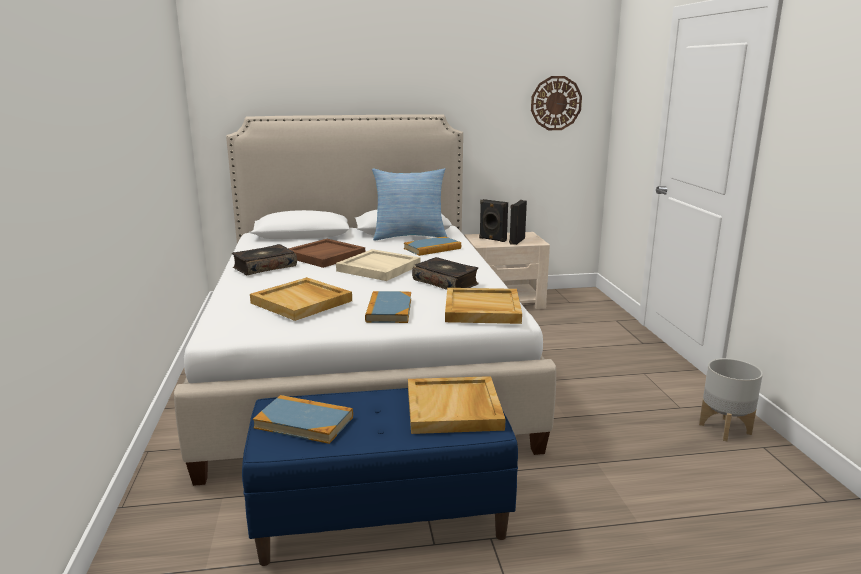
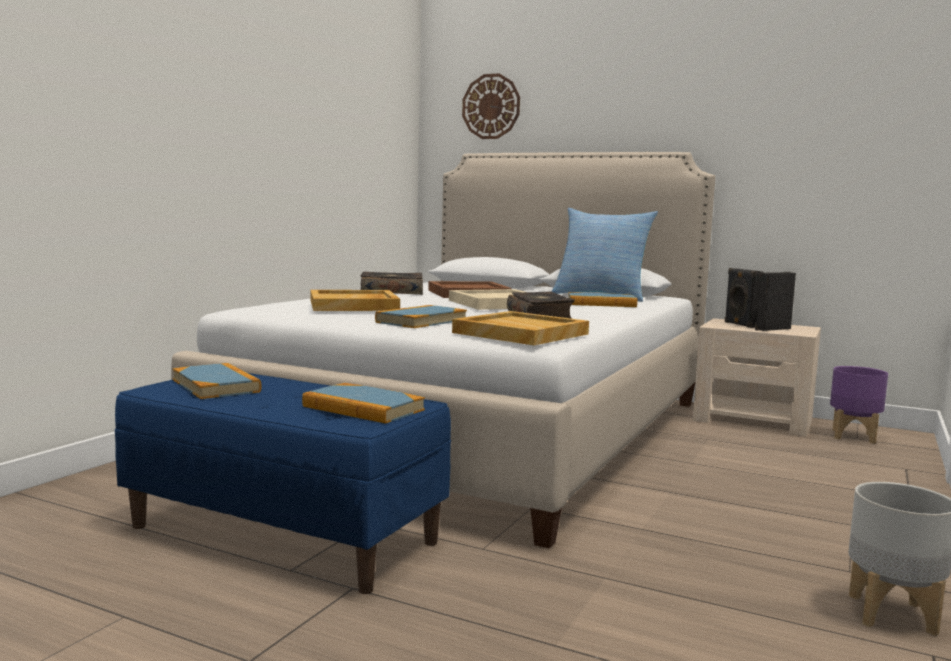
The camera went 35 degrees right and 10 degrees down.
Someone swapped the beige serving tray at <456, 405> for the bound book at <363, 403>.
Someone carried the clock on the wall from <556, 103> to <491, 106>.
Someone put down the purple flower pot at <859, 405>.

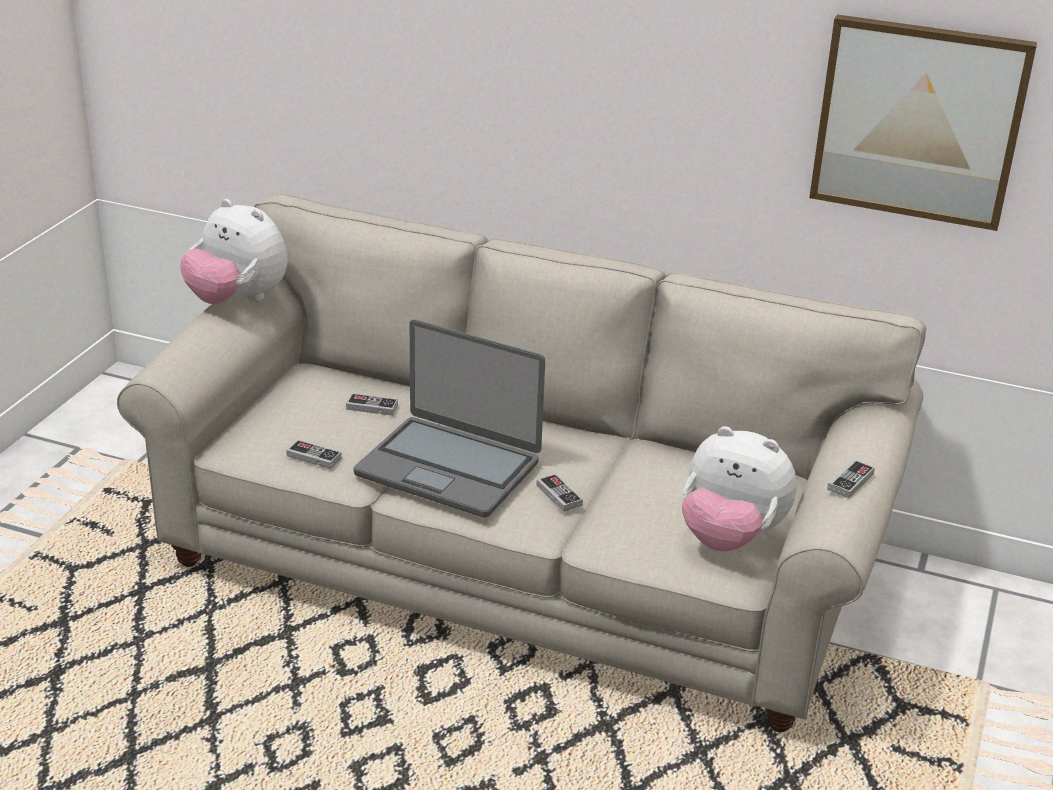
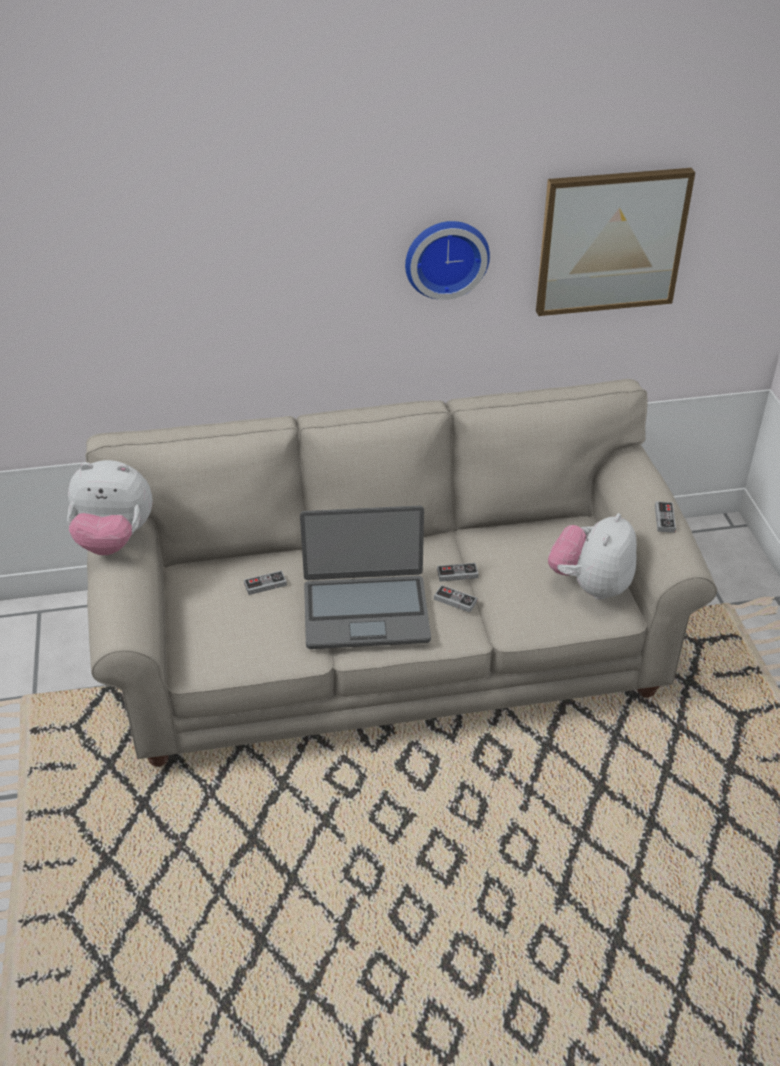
The camera went 30 degrees left and 10 degrees up.
Someone carried the joypad from <314, 454> to <458, 572>.
Someone rotated the plush toy at <739, 489> by 120 degrees clockwise.
Someone put up the clock on the wall at <447, 260>.

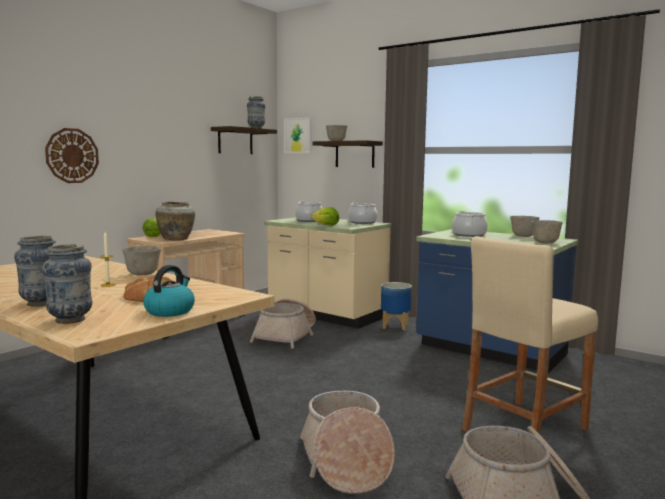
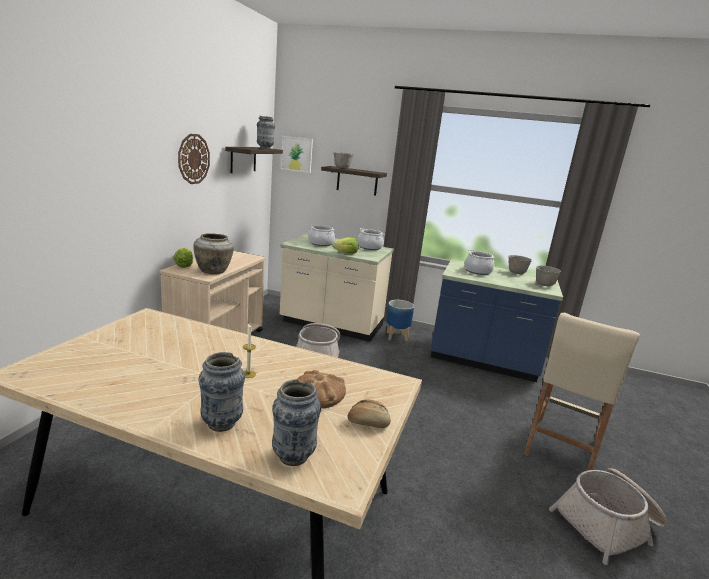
The camera went 20 degrees left and 10 degrees up.
Someone carried the clock on the wall from <72, 155> to <194, 159>.
Someone took away the greyish deep dish at <142, 260>.
Someone swapped the tea kettle at <169, 291> for the bakery bread at <369, 414>.
Someone took away the household basket at <347, 442>.

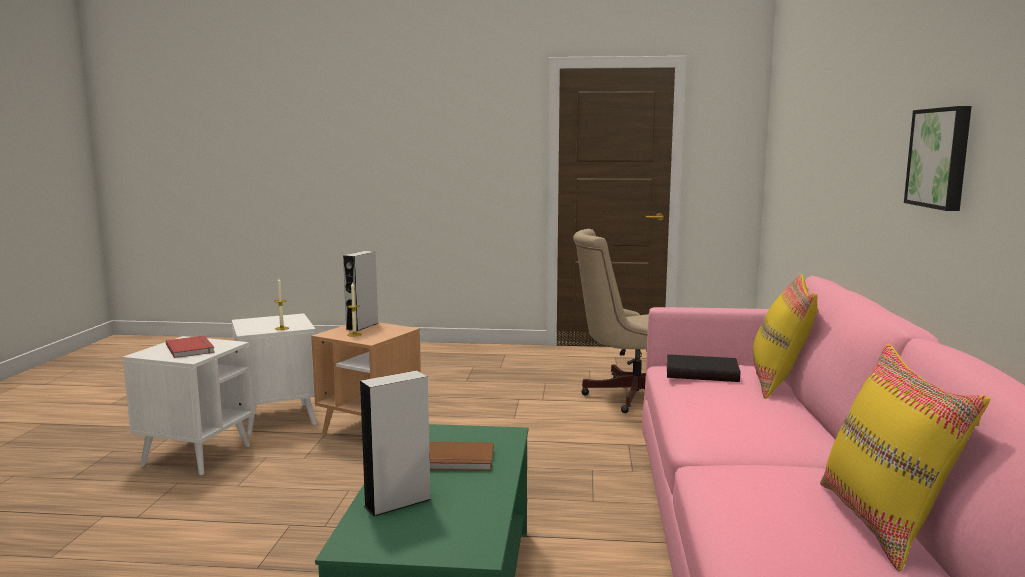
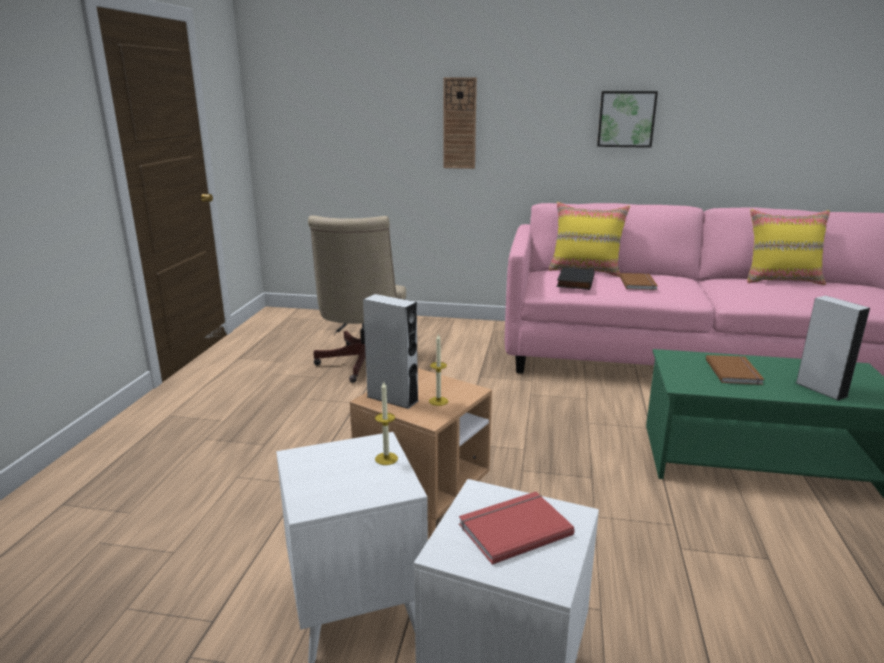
The camera went 85 degrees left and 10 degrees up.
Someone put up the clock on the wall at <460, 123>.
Someone put down the brownish bound book at <639, 281>.

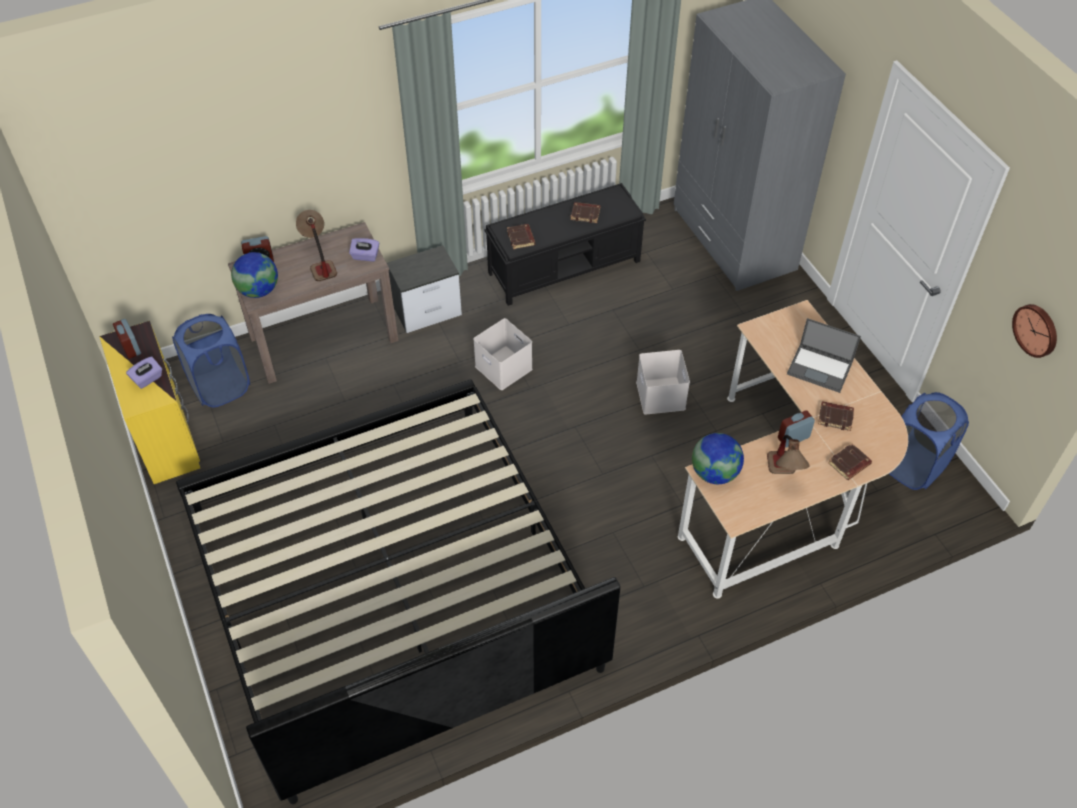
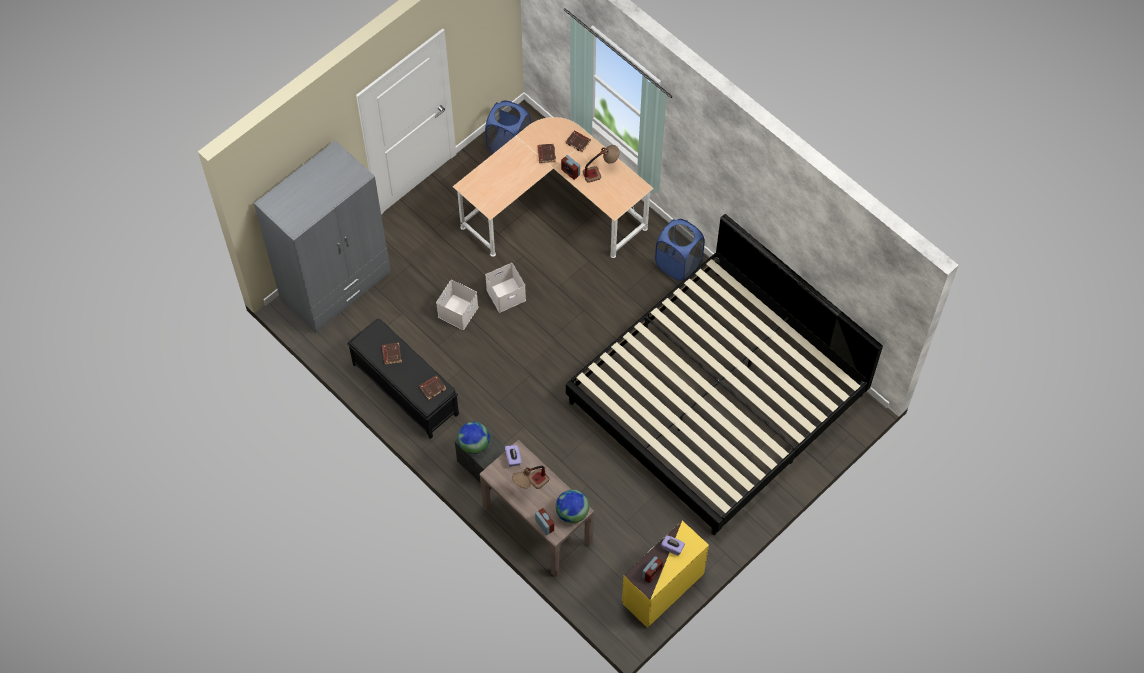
The camera went 110 degrees left and 10 degrees up.
Someone carried the blue washing basket from <211, 361> to <680, 250>.
Someone carried the whitish storage bin from <503, 354> to <457, 305>.
Someone carried the globe from <718, 458> to <473, 438>.
Someone took away the laptop at <824, 355>.
Someone took away the clock on the wall at <1034, 331>.

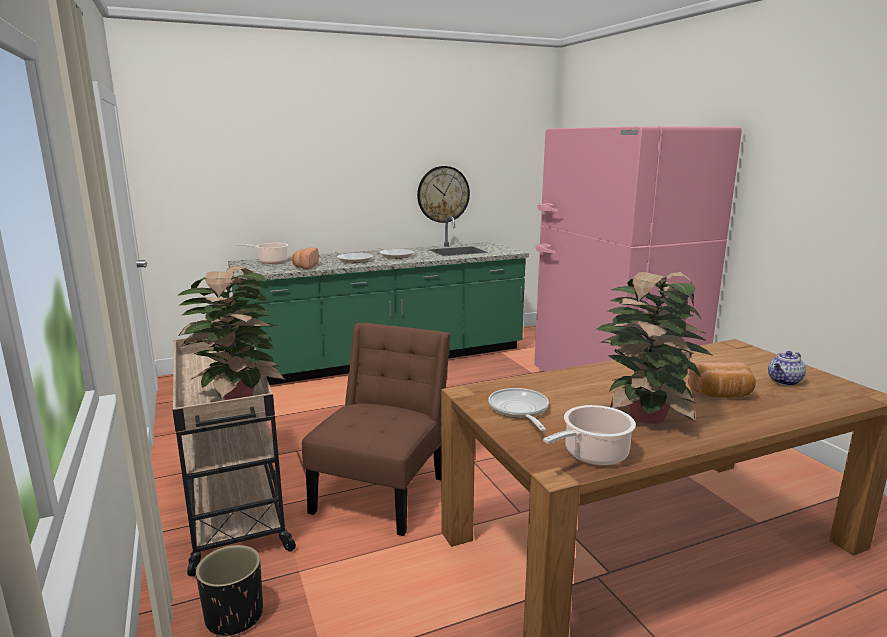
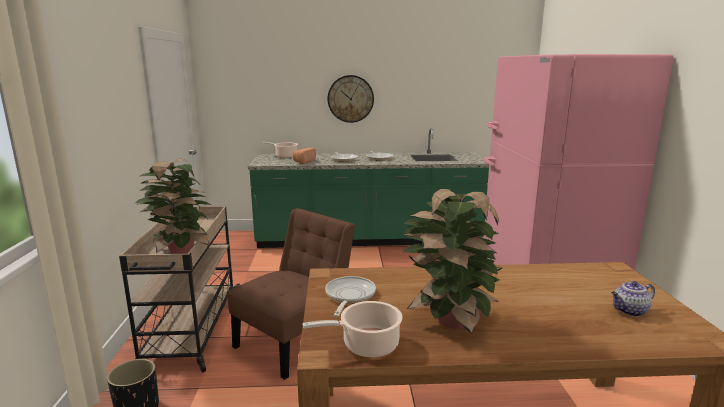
The camera went 20 degrees right and 0 degrees up.
Someone carried the clock on the wall from <443, 194> to <351, 99>.
Someone took away the bakery bread at <722, 380>.

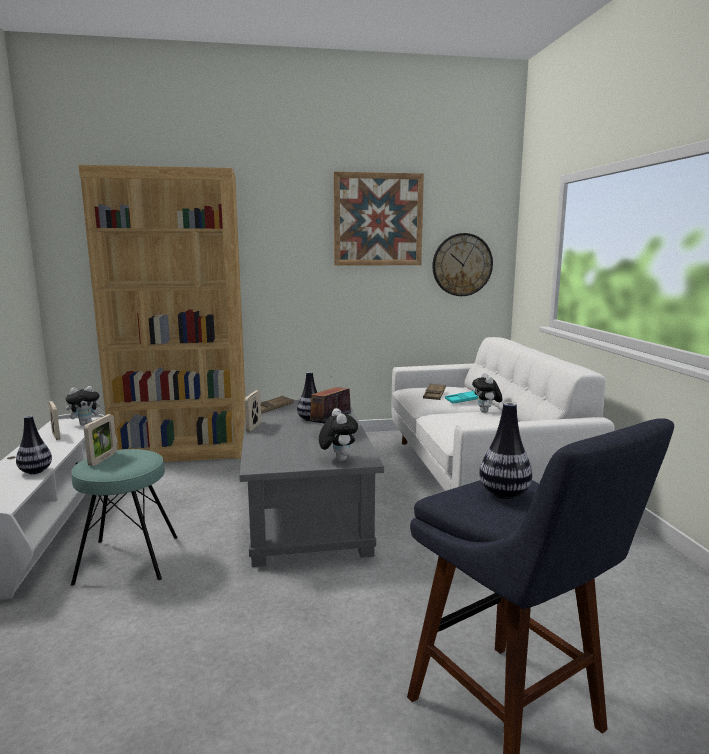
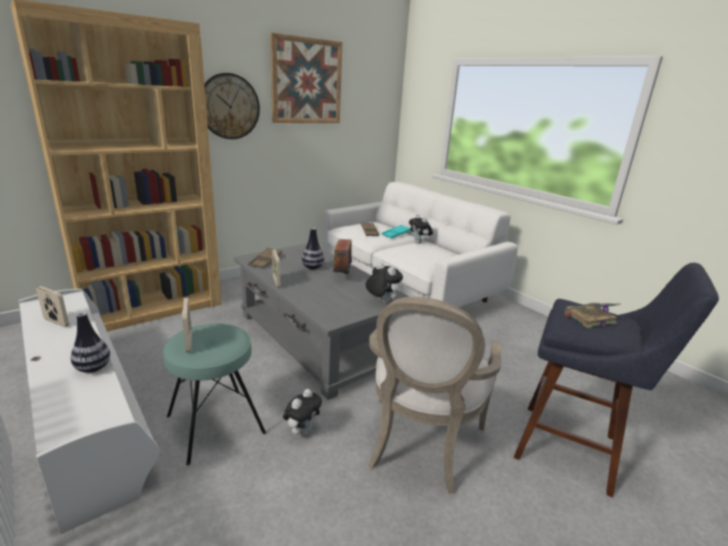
The camera went 30 degrees left and 10 degrees up.
Someone carried the plush toy from <85, 405> to <302, 412>.
Someone carried the clock on the wall from <462, 264> to <232, 106>.
Someone swapped the decorative vase at <505, 450> for the bound book at <591, 315>.
Someone put down the easy chair at <435, 395>.

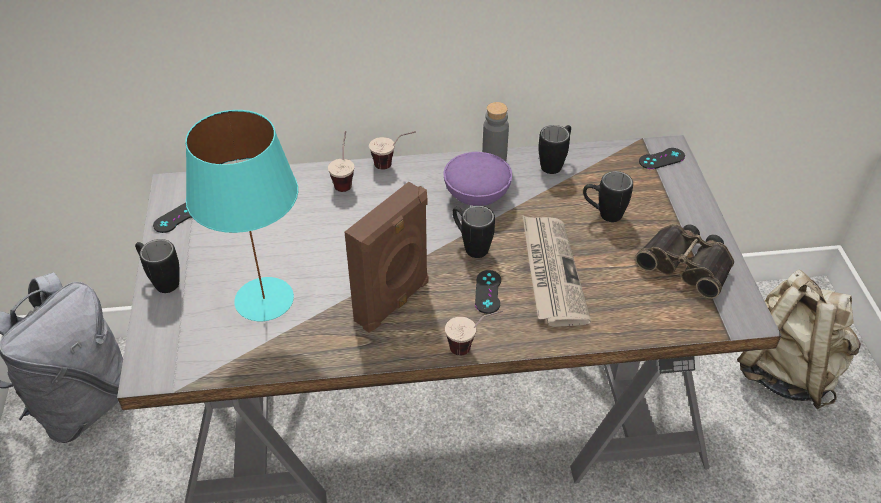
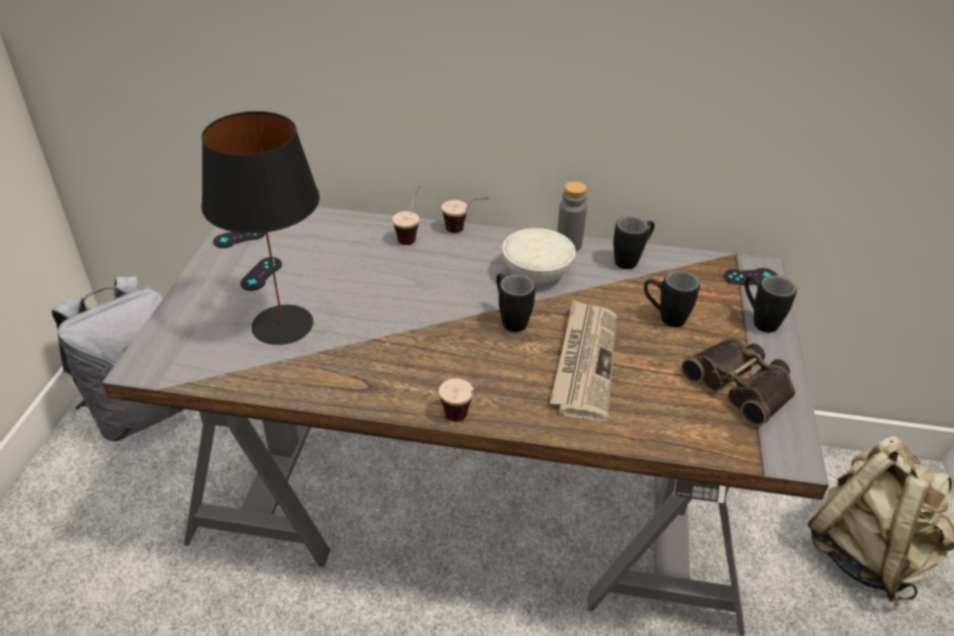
The camera went 15 degrees right and 5 degrees down.
Someone carried the black-coloured tea mug from <157, 266> to <771, 303>.
Someone repainted the blue-green table lamp at <241, 215>, which became the black-coloured table lamp at <260, 228>.
Someone took away the brownish audio speaker at <387, 257>.
Someone repainted the purple deep dish at <478, 179>, which became the whitish deep dish at <539, 256>.
Someone carried the black-coloured joypad from <488, 292> to <261, 274>.

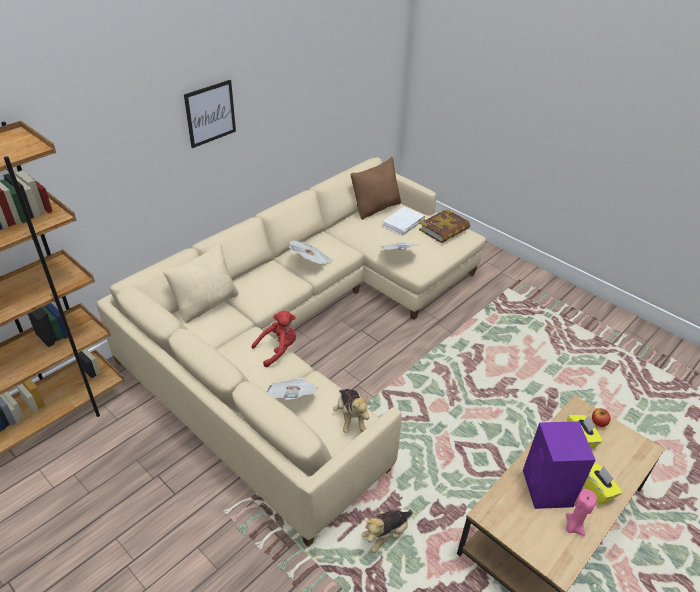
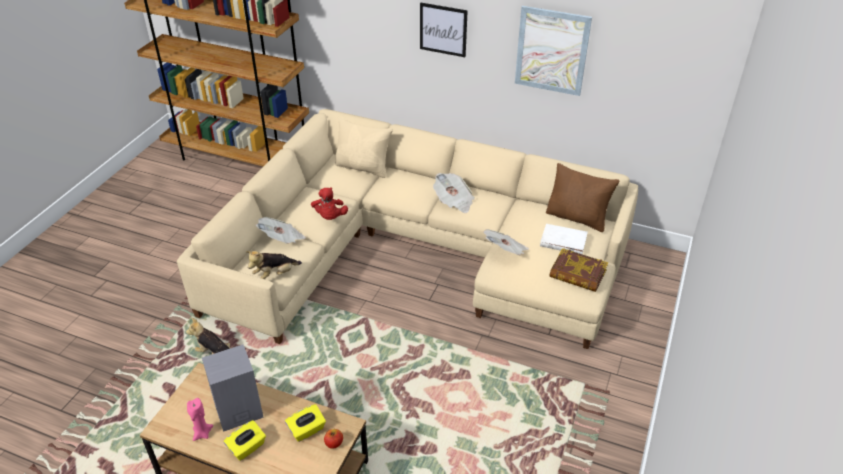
The camera went 70 degrees right and 0 degrees up.
Someone rotated the reddish plush toy at <274, 339> by 45 degrees clockwise.
Someone repainted the purple audio speaker at <559, 465>, which became the greyish audio speaker at <233, 388>.
Someone put up the wall picture at <553, 51>.

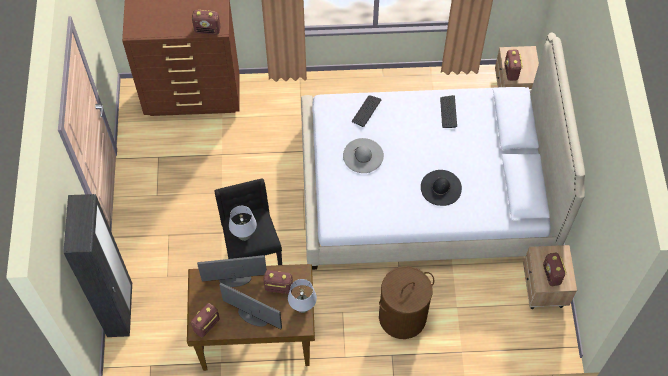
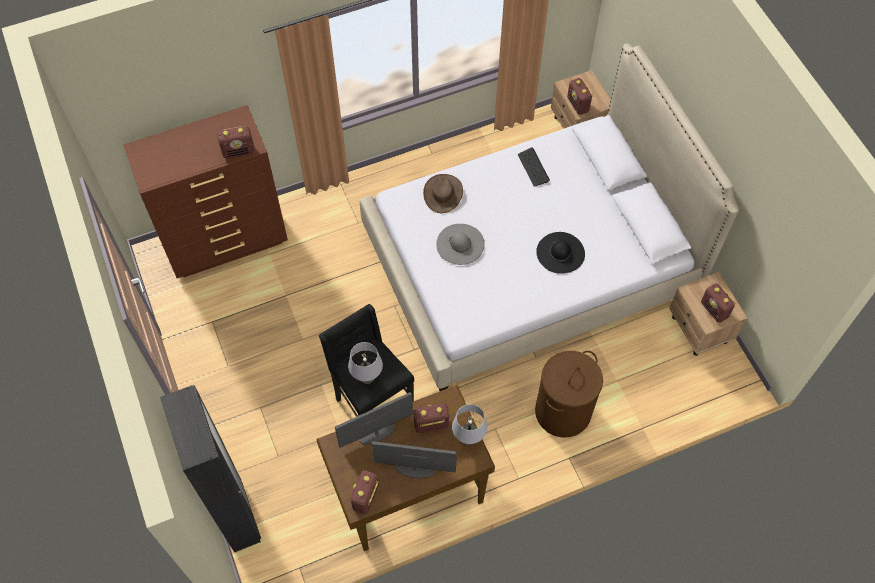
The camera went 20 degrees left and 0 degrees up.
Someone swapped the keyboard at <366, 111> for the brownish hat at <443, 193>.

